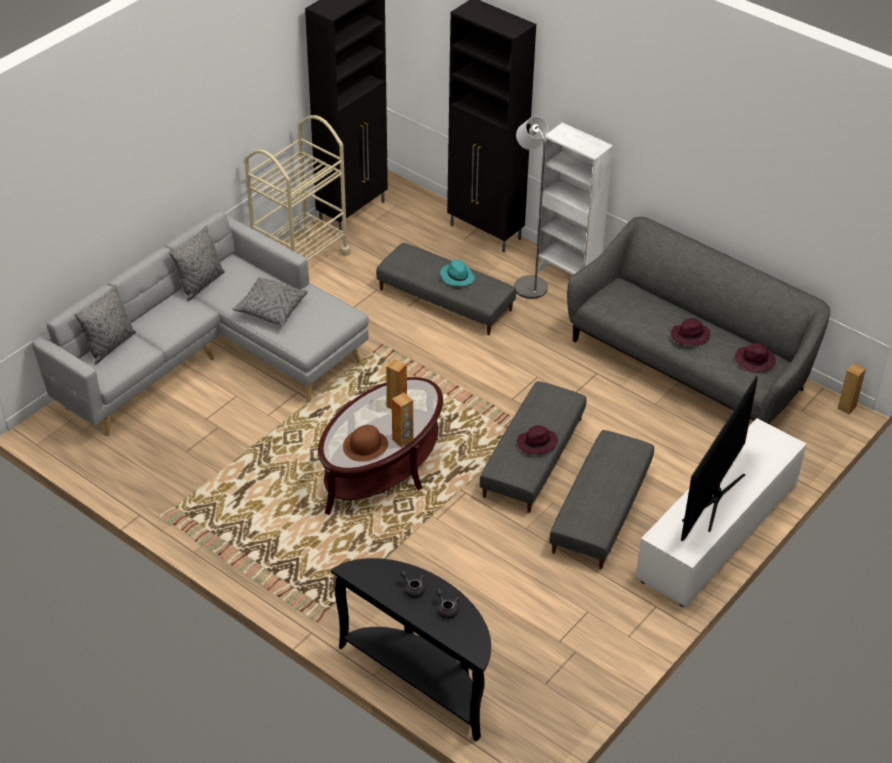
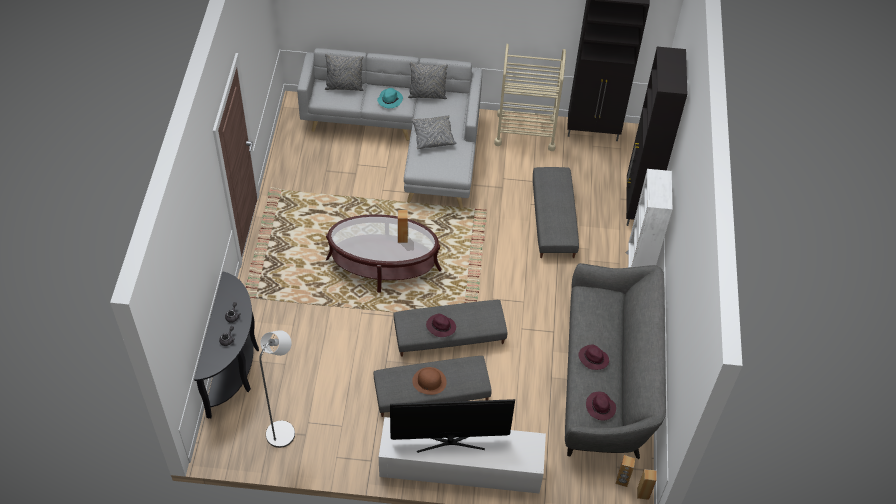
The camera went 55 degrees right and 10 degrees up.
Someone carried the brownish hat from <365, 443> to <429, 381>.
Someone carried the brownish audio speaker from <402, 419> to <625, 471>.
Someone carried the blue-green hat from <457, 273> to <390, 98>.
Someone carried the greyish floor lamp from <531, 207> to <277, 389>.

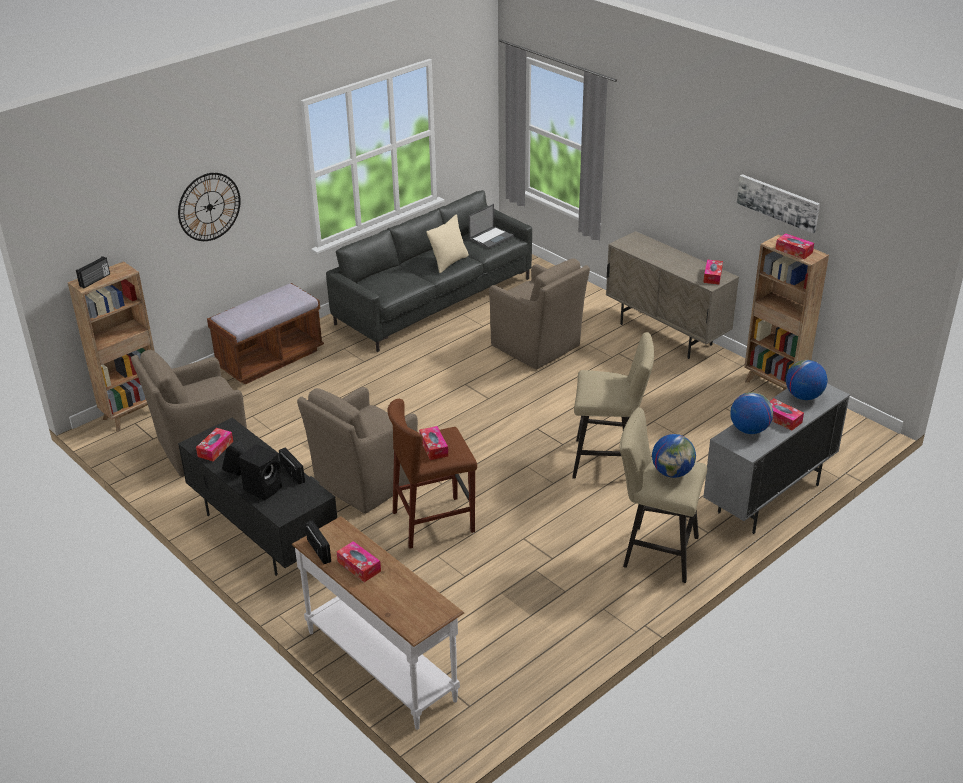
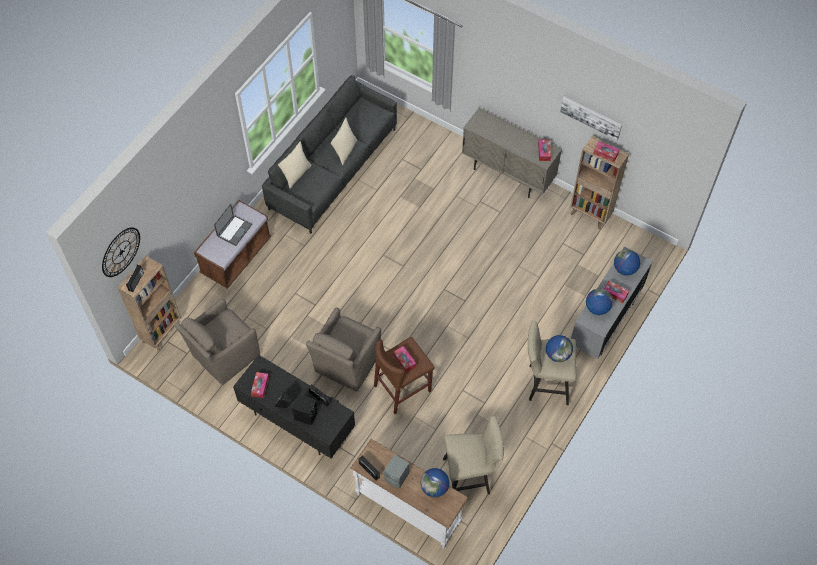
The camera went 15 degrees left and 25 degrees up.
Someone carried the clock on the wall from <209, 207> to <121, 252>.
Someone swapped the tissue holder at <359, 561> for the greyish audio speaker at <396, 471>.
Someone carried the laptop from <491, 226> to <233, 225>.
Someone took away the brownish easy chair at <539, 314>.
Someone carried the beige stool seat from <613, 405> to <473, 454>.
Someone put down the beige pillow at <294, 165>.
Someone put down the globe at <435, 483>.

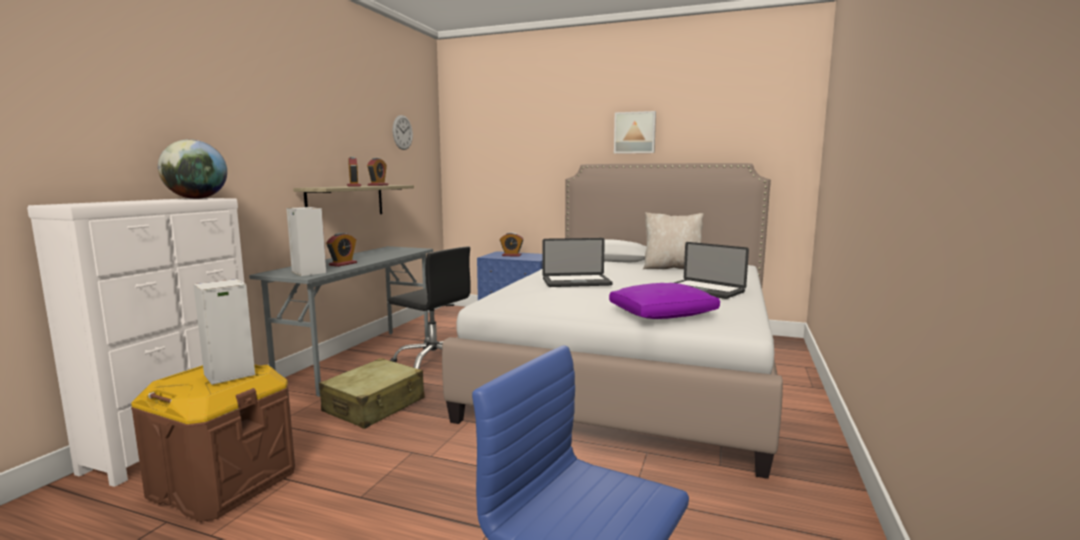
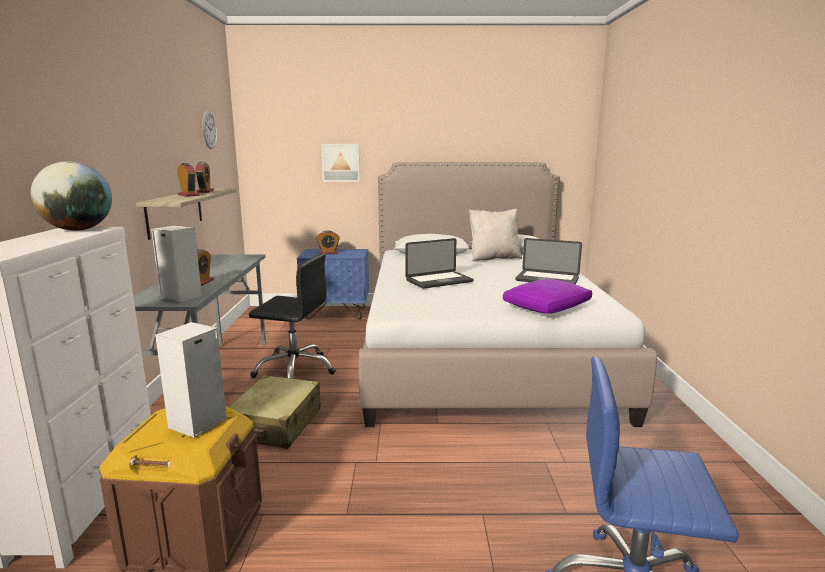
The camera went 20 degrees left and 5 degrees up.
Someone carried the wall picture from <635, 132> to <340, 163>.

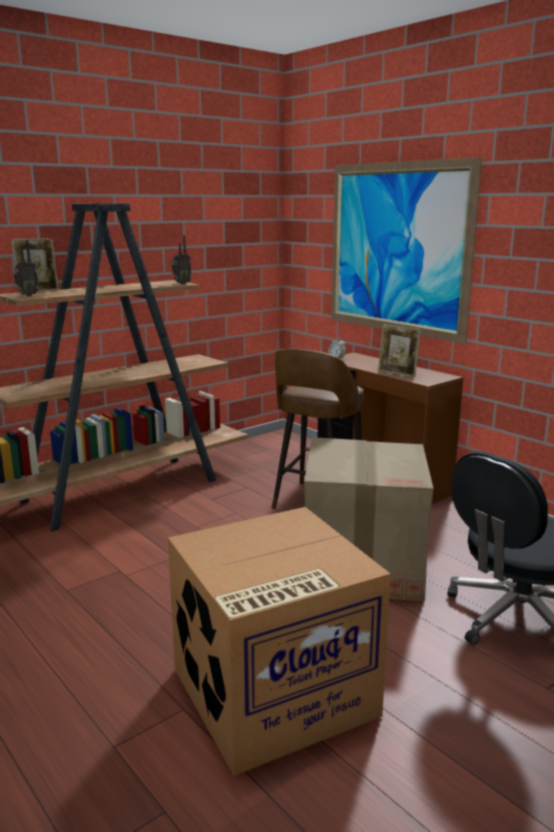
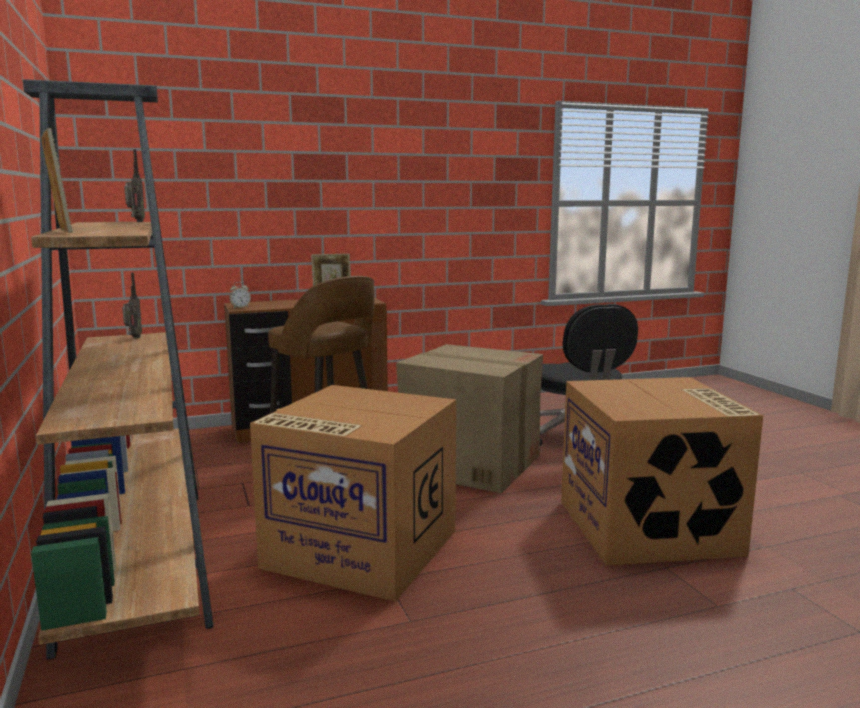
The camera went 70 degrees left and 5 degrees down.
Someone carried the radio from <26, 268> to <132, 305>.
Someone took away the wall picture at <406, 250>.
Someone put down the packing box at <353, 493>.

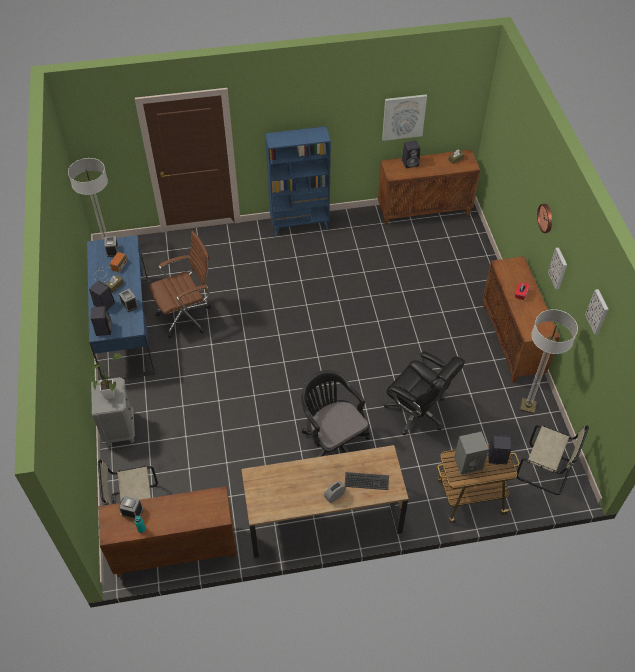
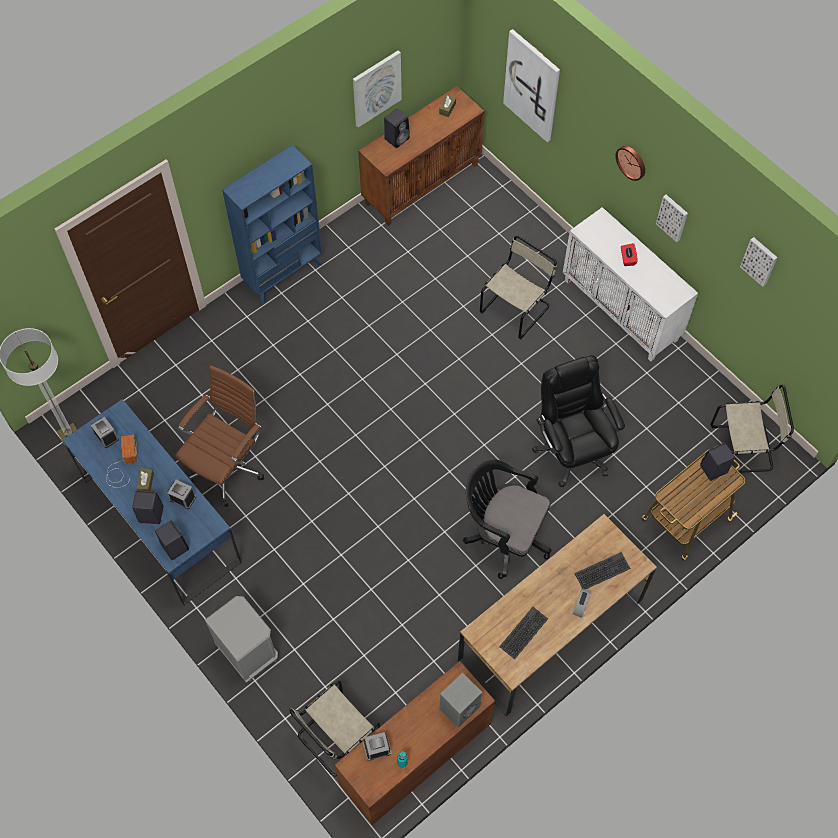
The camera went 30 degrees left and 10 degrees up.
Someone took away the houseplant at <106, 376>.
Someone rotated the black-coloured office chair at <424, 393> by 120 degrees counterclockwise.
Someone carried the greyish audio speaker from <471, 453> to <460, 700>.
Someone repainted the brownish cabinet at <521, 319>, which became the whitish cabinet at <630, 284>.
Someone took away the floor lamp at <549, 361>.
Someone put down the beige upright chair at <518, 287>.
Someone put down the keyboard at <523, 633>.
Someone put up the wall picture at <531, 85>.

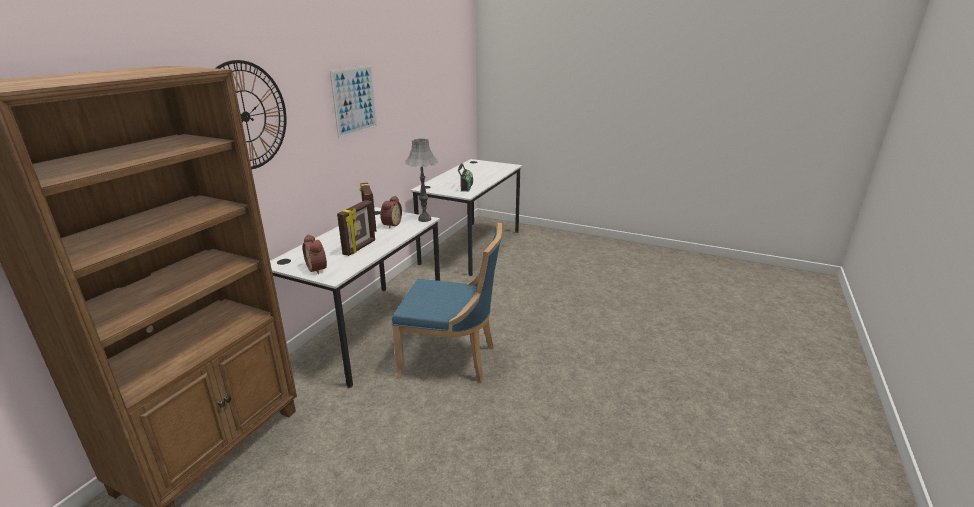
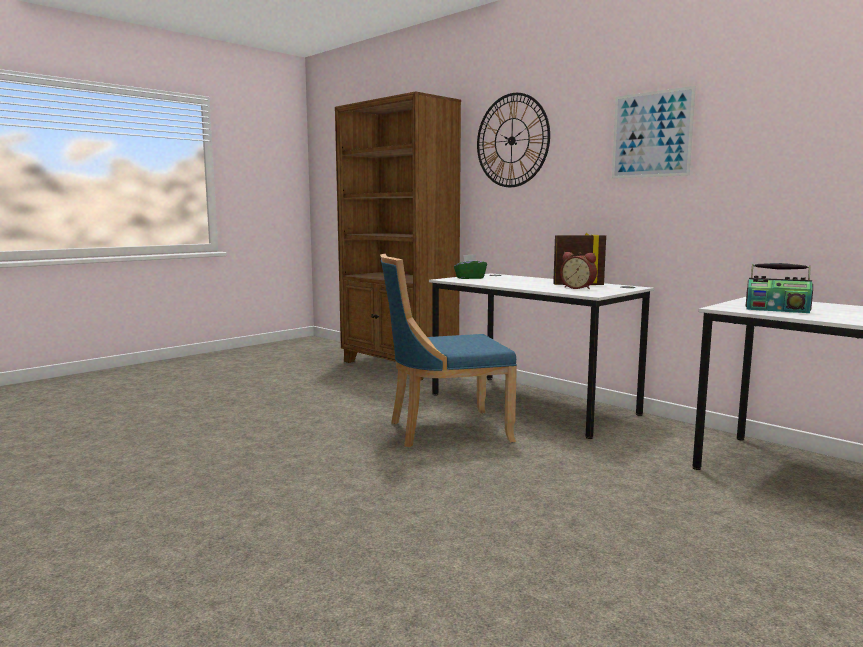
The camera went 110 degrees right and 15 degrees down.
Someone swapped the bedside clock at <315, 254> for the green-coloured tissue holder at <470, 266>.
Someone took away the photo frame at <356, 228>.
Someone rotated the blue upright chair at <447, 302> by 45 degrees clockwise.
Someone took away the greyish table lamp at <421, 180>.

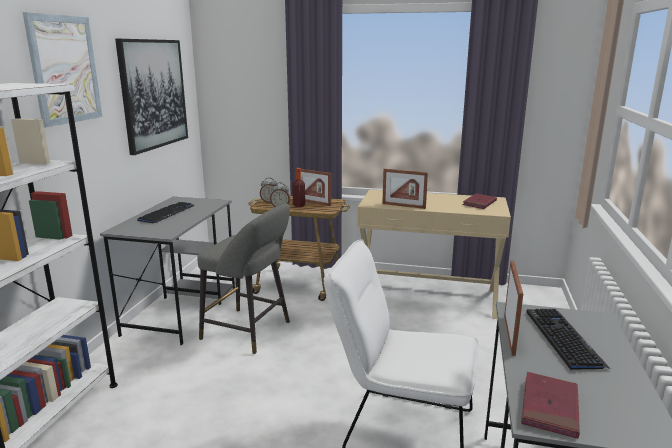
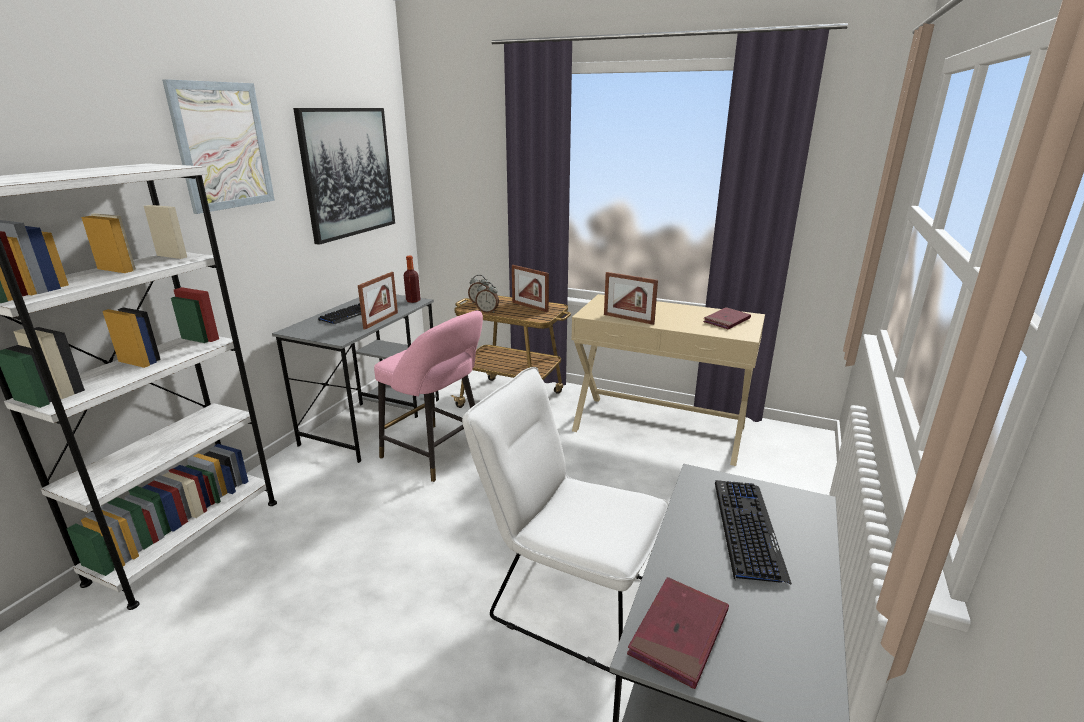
The camera went 10 degrees right and 5 degrees up.
Someone repainted the greyish stool seat at <243, 279>, which became the pink-coloured stool seat at <428, 396>.
Someone carried the bottle from <298, 187> to <412, 279>.
Someone carried the photo frame from <513, 308> to <378, 301>.

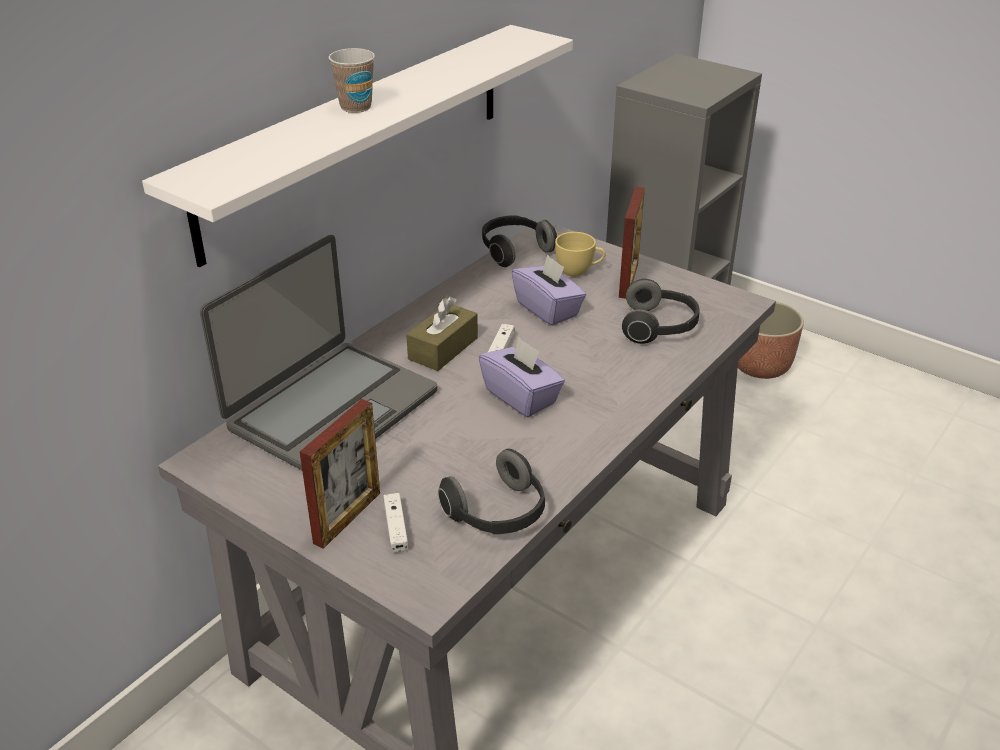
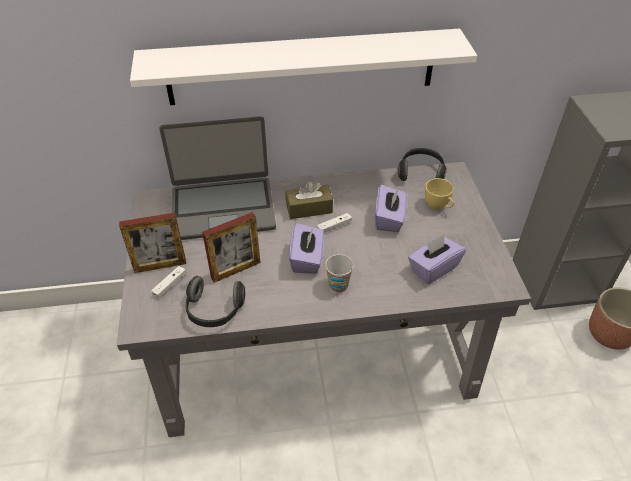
The camera went 45 degrees right and 10 degrees up.
Someone carried the cup from <352, 80> to <339, 273>.
Someone carried the photo frame from <632, 243> to <231, 247>.
Someone swapped the headset at <660, 311> for the purple tissue holder at <437, 259>.

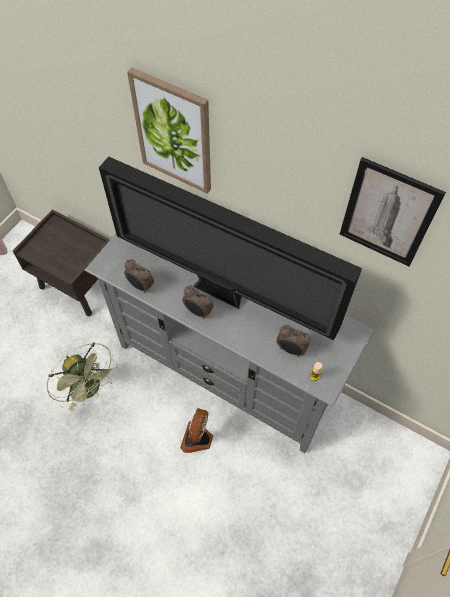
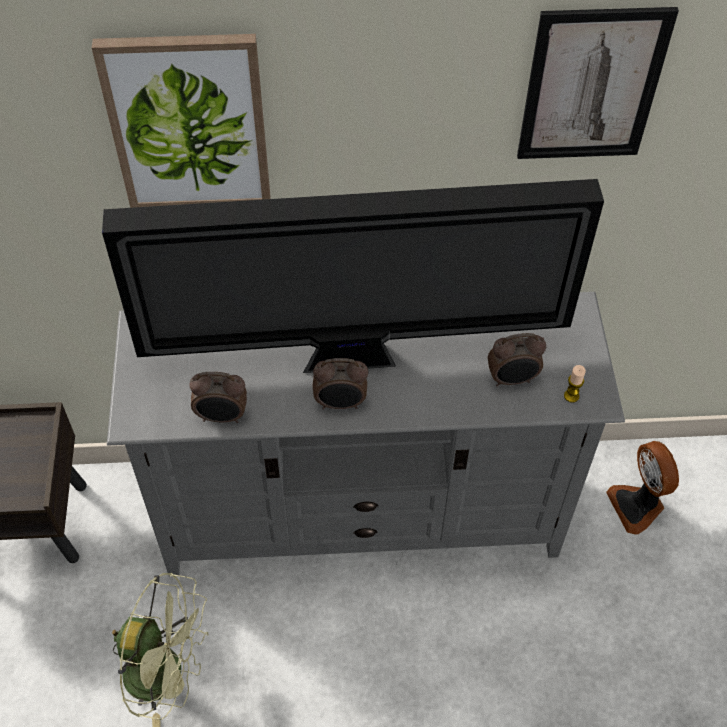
The camera went 35 degrees left and 5 degrees down.
Someone carried the fan from <196, 430> to <642, 488>.

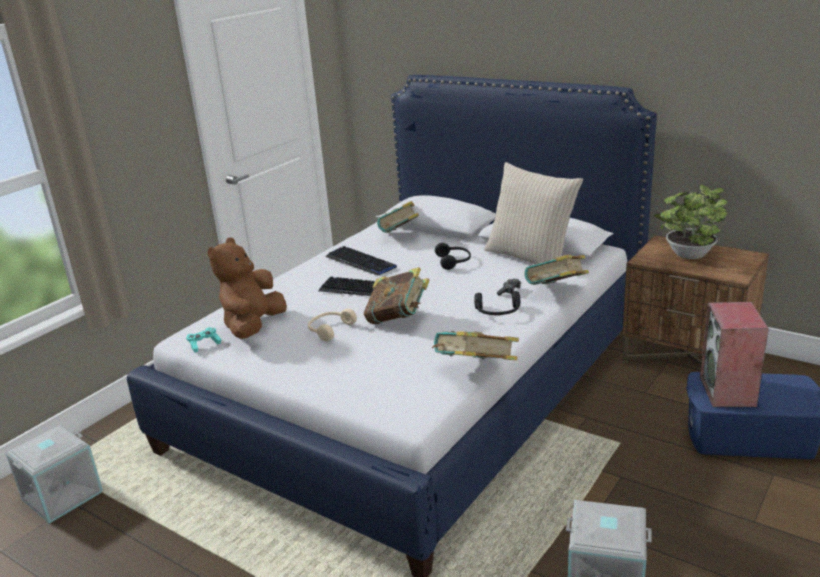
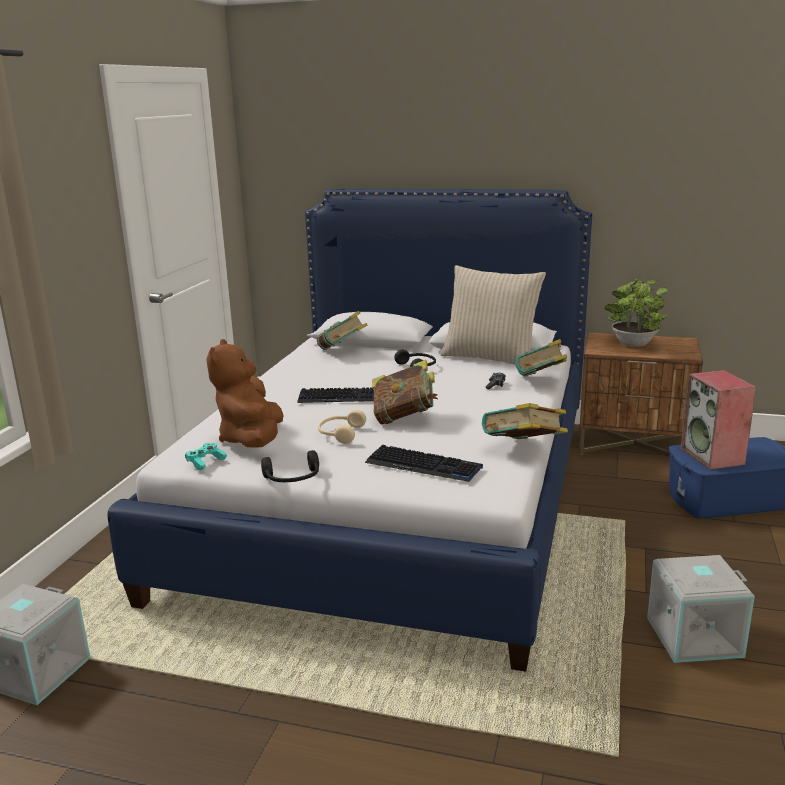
The camera went 20 degrees left and 5 degrees down.
Someone carried the keyboard from <361, 260> to <424, 463>.
Someone carried the black-coloured headset from <497, 303> to <290, 466>.

